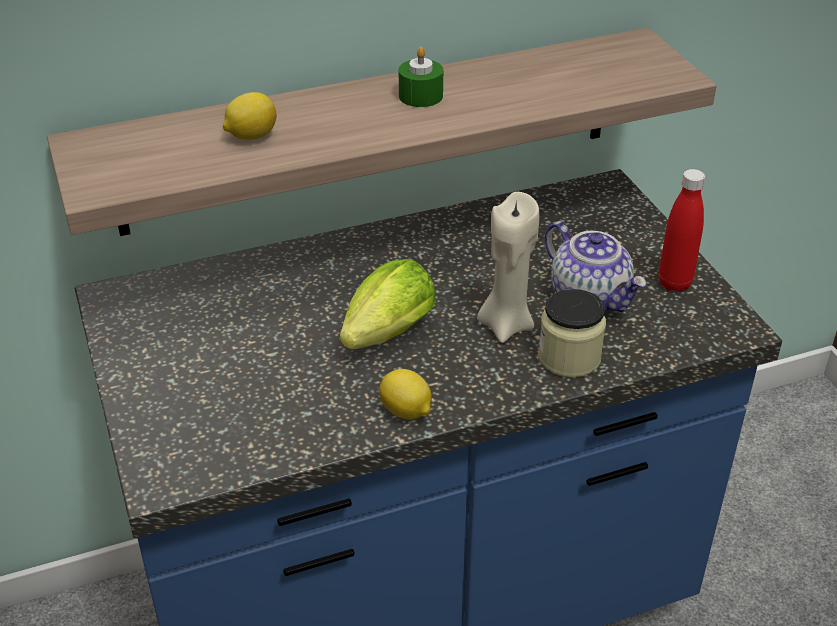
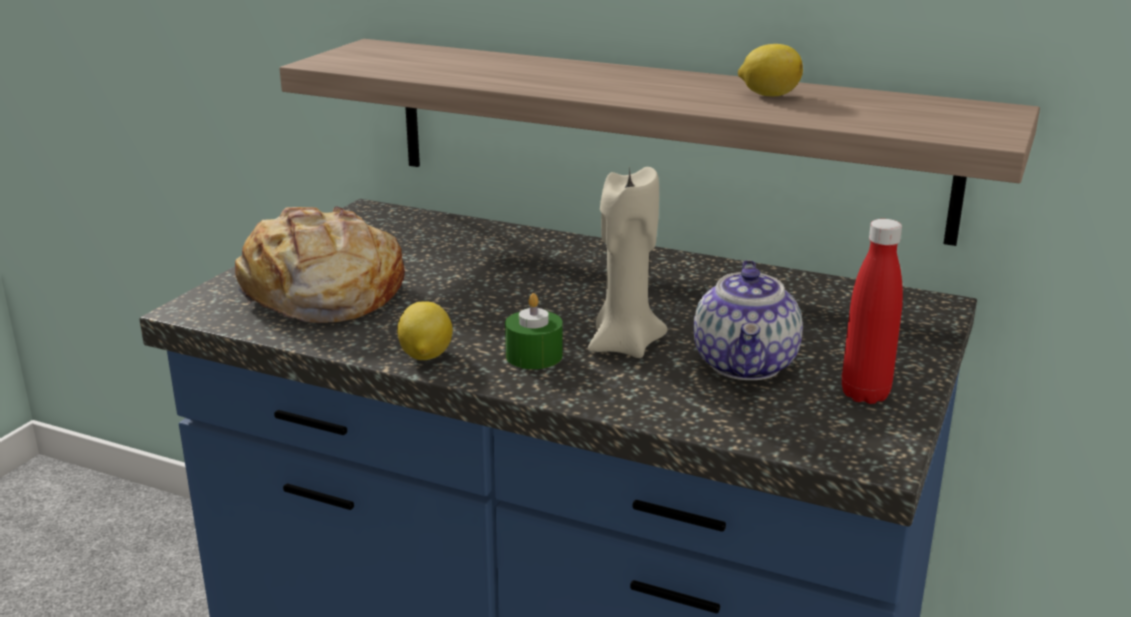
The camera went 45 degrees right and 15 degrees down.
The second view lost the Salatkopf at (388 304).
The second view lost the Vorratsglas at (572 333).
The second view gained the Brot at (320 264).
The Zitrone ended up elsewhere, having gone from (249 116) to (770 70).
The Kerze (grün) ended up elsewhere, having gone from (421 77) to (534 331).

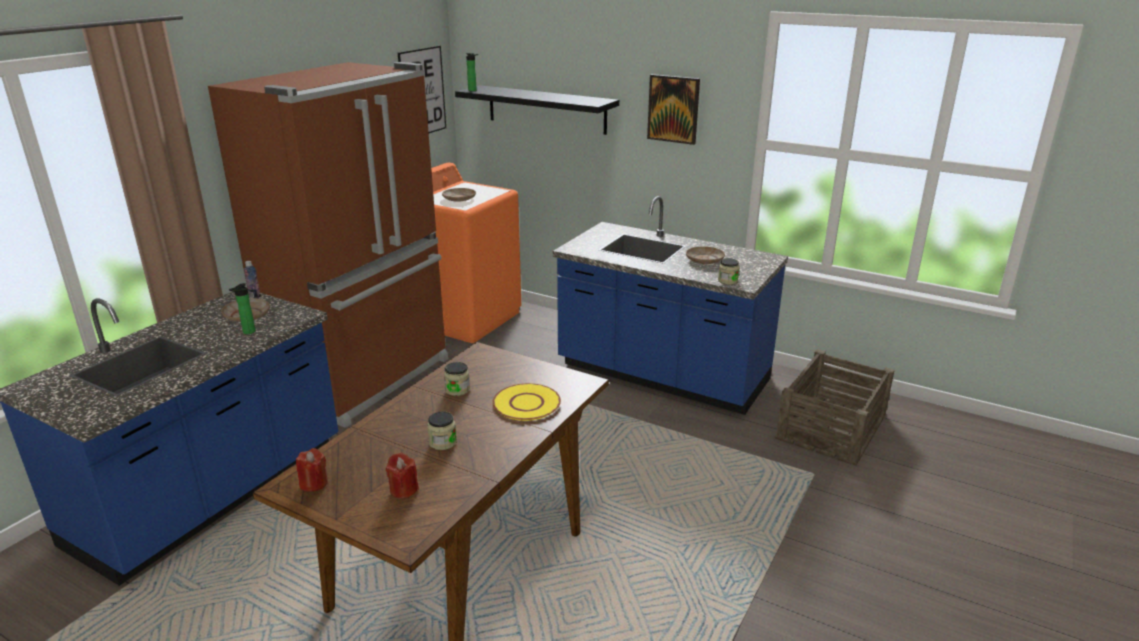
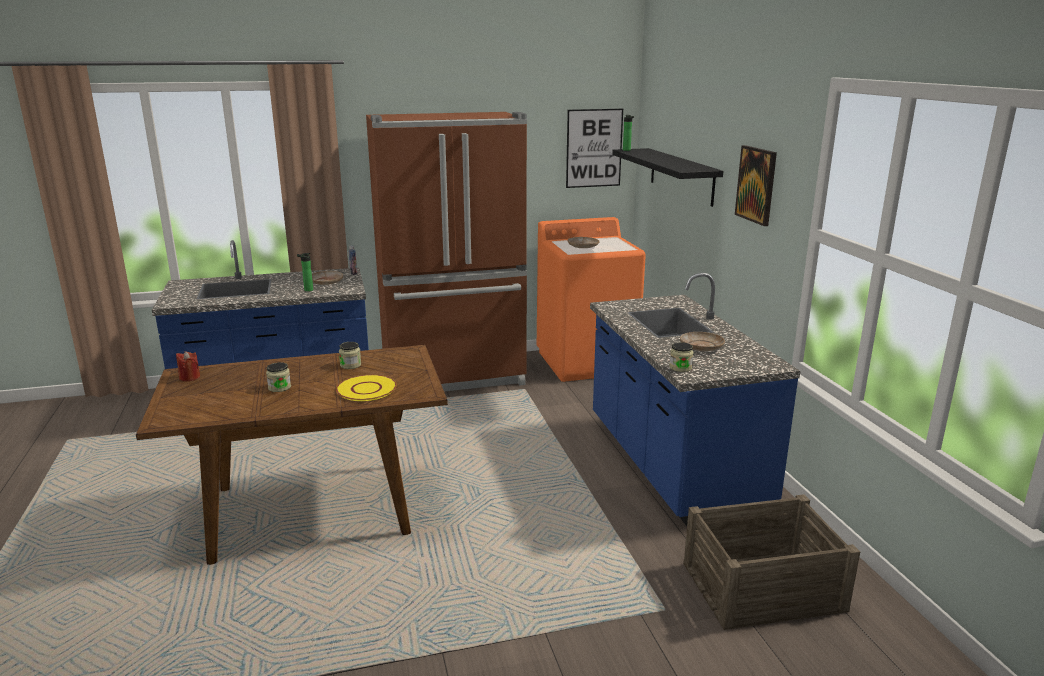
The camera went 45 degrees right and 5 degrees down.
The second view lost the Kerze (rot) at (402 475).

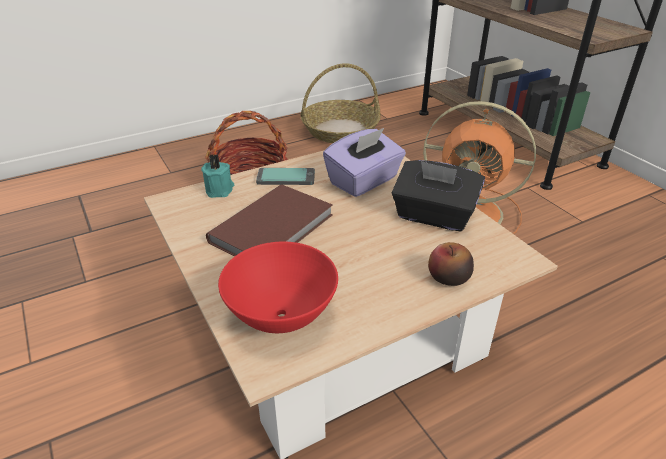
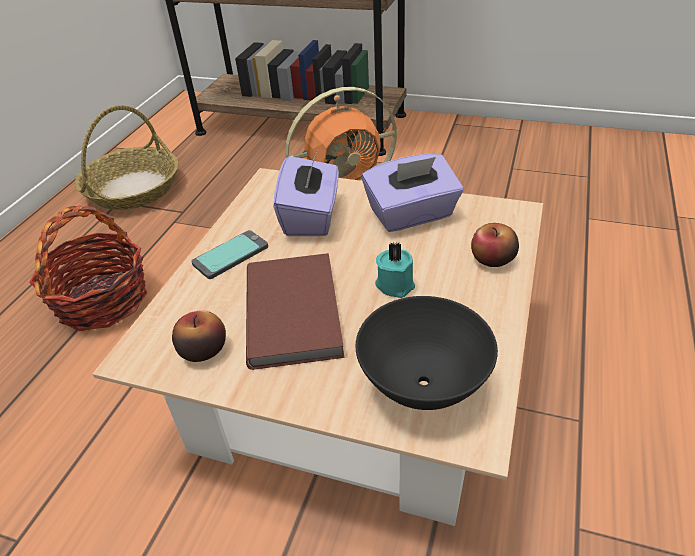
The camera went 40 degrees left and 5 degrees up.
The second view gained the Apfel at (199 336).
The Kerze (türkis) ended up elsewhere, having gone from (217 176) to (395 270).
What was the Schüssel (rot) at (278 287) turned into the Schüssel (schwarz) at (427 353).
What was the Taschentuchbox (schwarz) at (438 195) turned into the Taschentuchbox (lila) at (412 193).

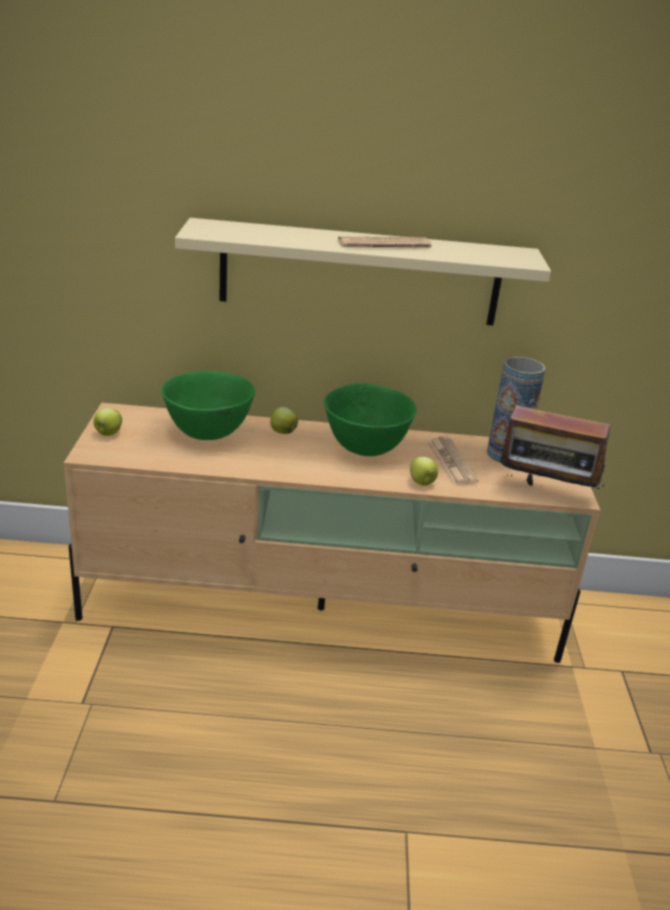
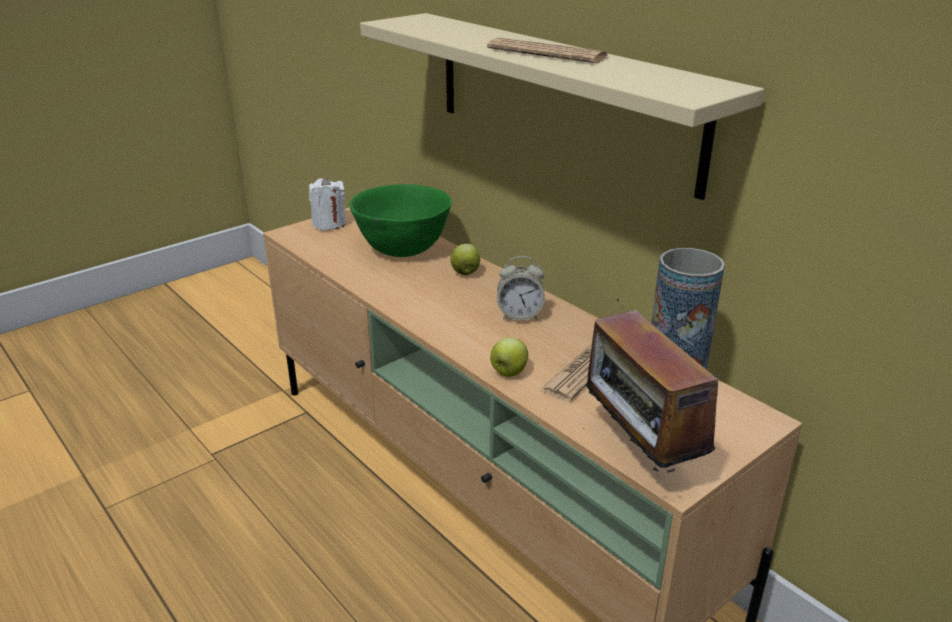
The camera went 50 degrees right and 0 degrees up.
Where the Apfel stood at (107 422), the Kerze (weiß) came to stand at (327 203).
Where the Schüssel (grün) stood at (370 419), the Wecker came to stand at (521 288).

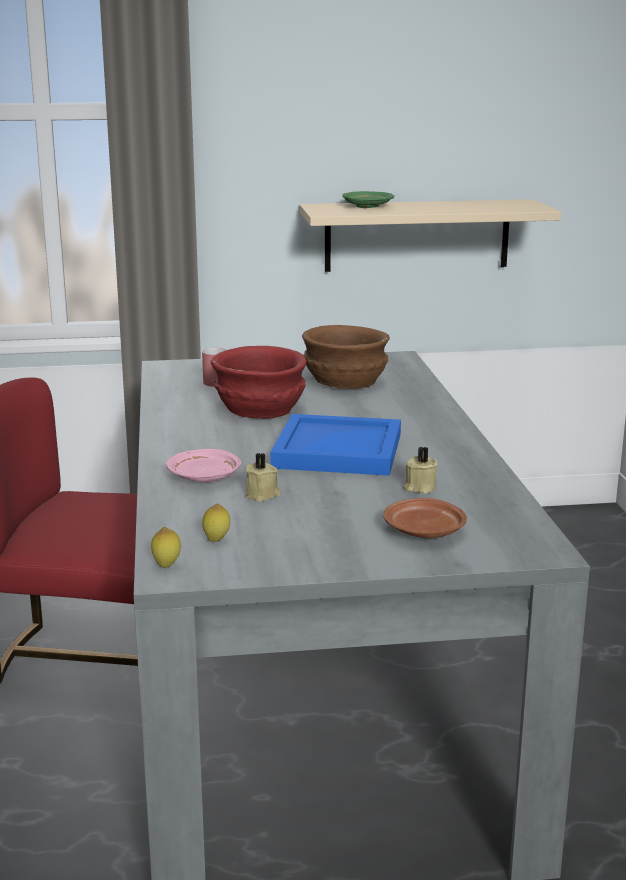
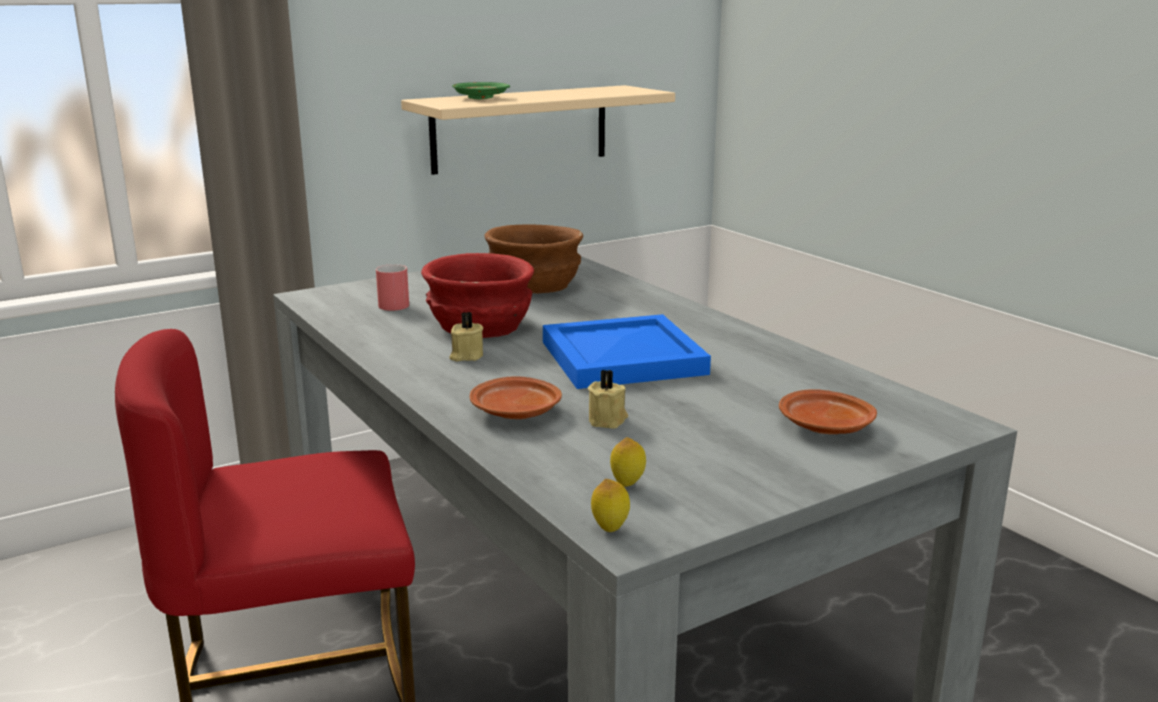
The camera went 25 degrees left and 0 degrees up.
The Kerze (beige) ended up elsewhere, having gone from (420 470) to (466 337).
What was the Teller (rosa) at (203 466) turned into the Teller (braun) at (516 397).

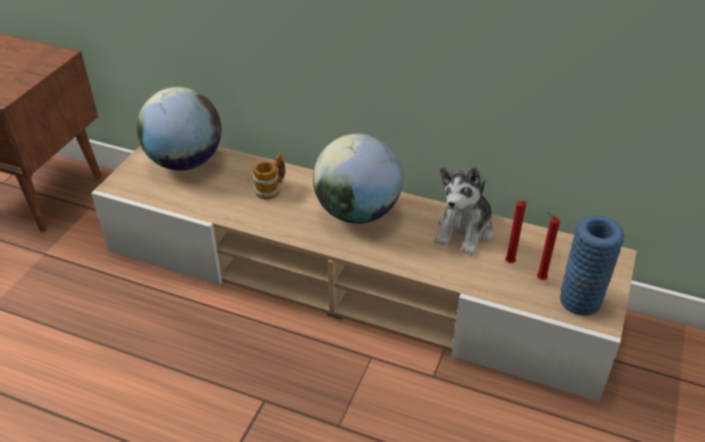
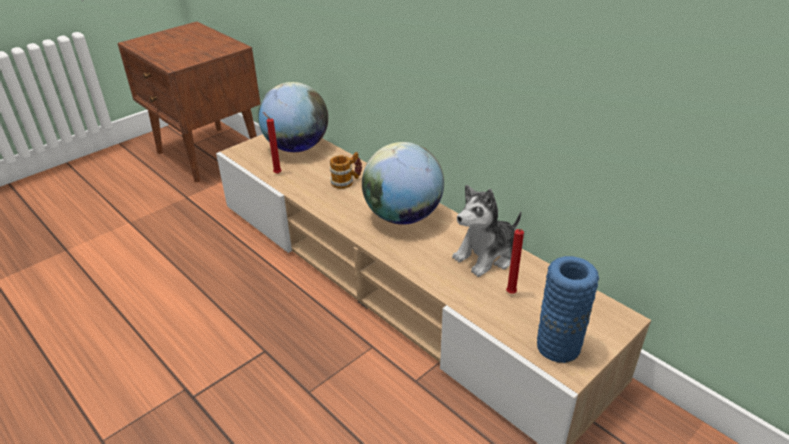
The camera went 25 degrees right and 5 degrees down.
The Kerze (rot) ended up elsewhere, having gone from (548 246) to (272 143).

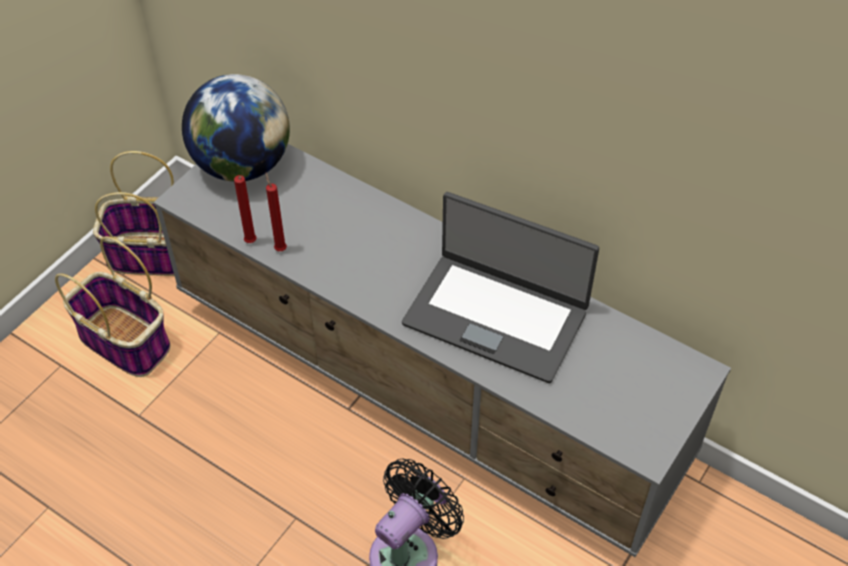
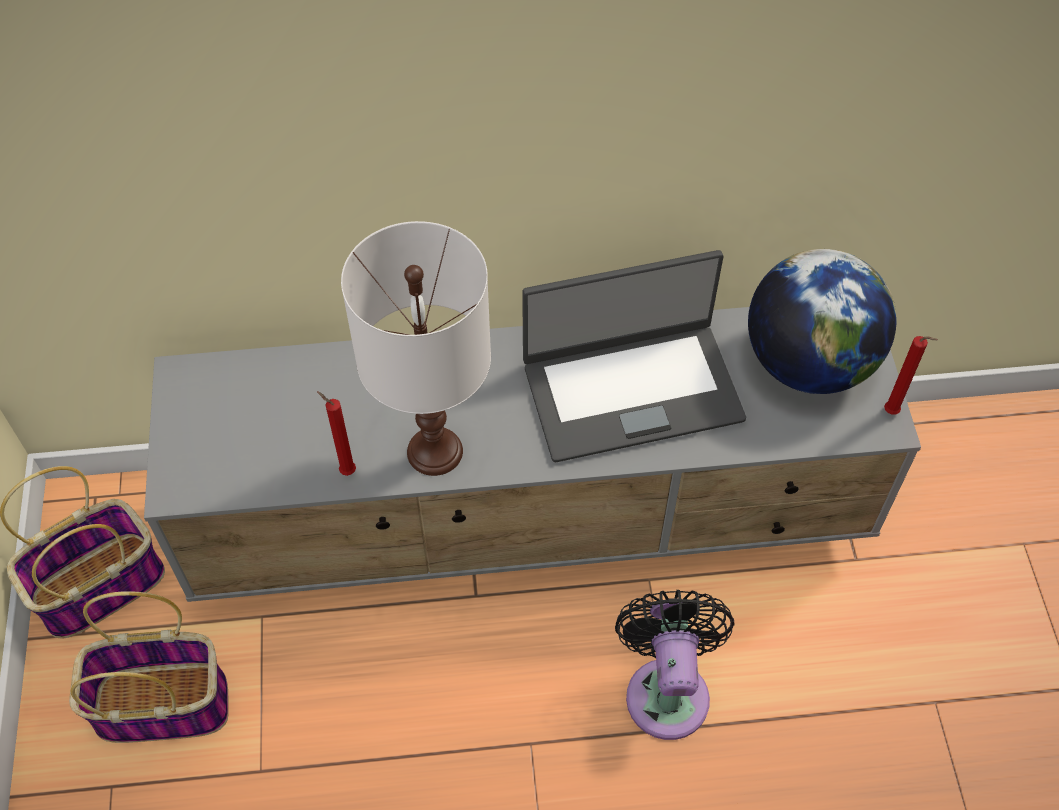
The camera went 40 degrees left and 5 degrees up.
The second view gained the Tischlampe (weiß) at (416 348).
The Globus ended up elsewhere, having gone from (236 128) to (822 321).
The Kerze (rot) ended up elsewhere, having gone from (245 209) to (911 375).

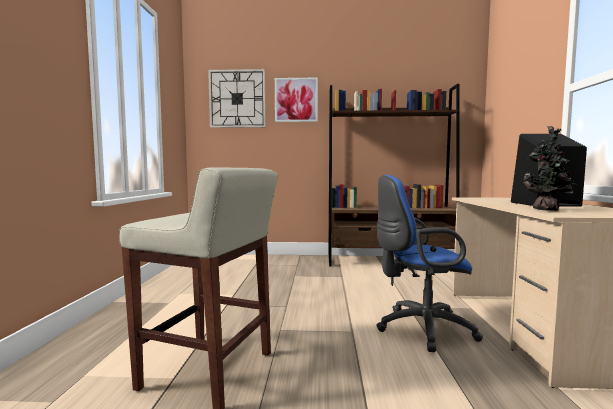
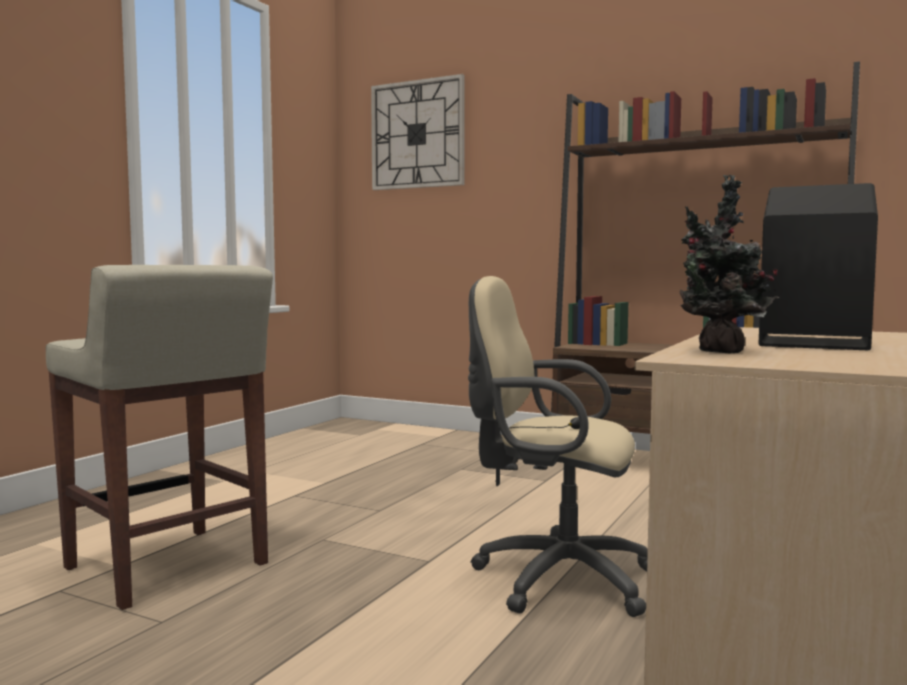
The camera went 25 degrees right and 0 degrees up.
The second view lost the Bild at (296 99).
What was the Bürostuhl (blau) at (429 263) turned into the Bürostuhl (beige) at (558 446).

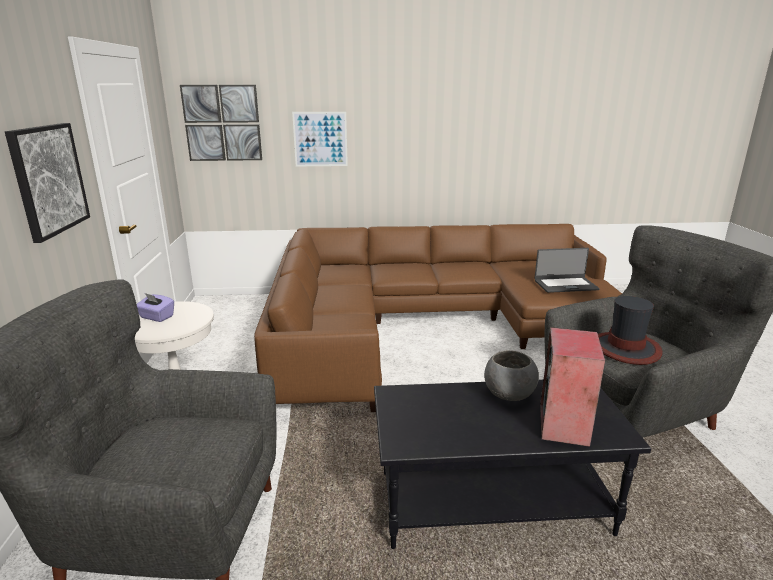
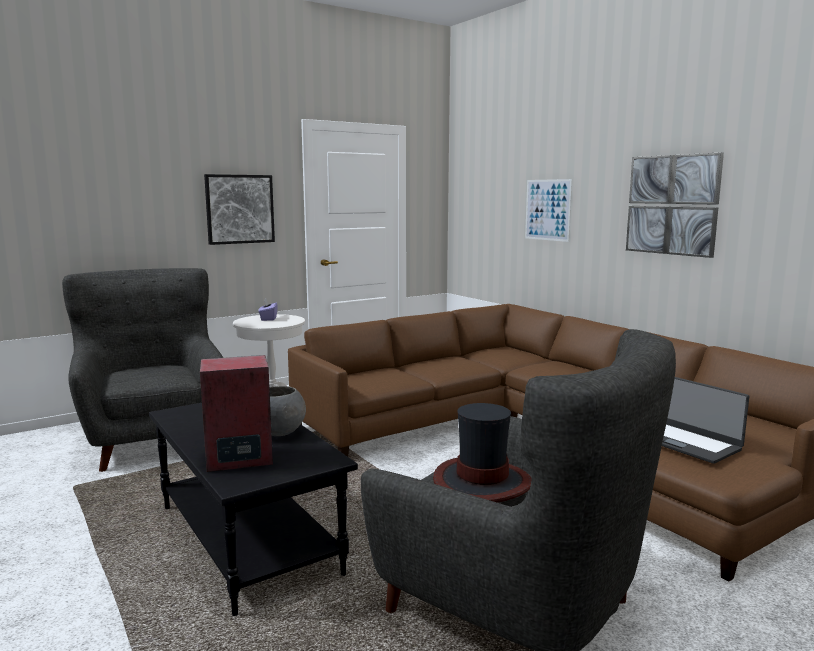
The camera went 60 degrees right and 10 degrees down.
The Bild ended up elsewhere, having gone from (221 123) to (675 205).

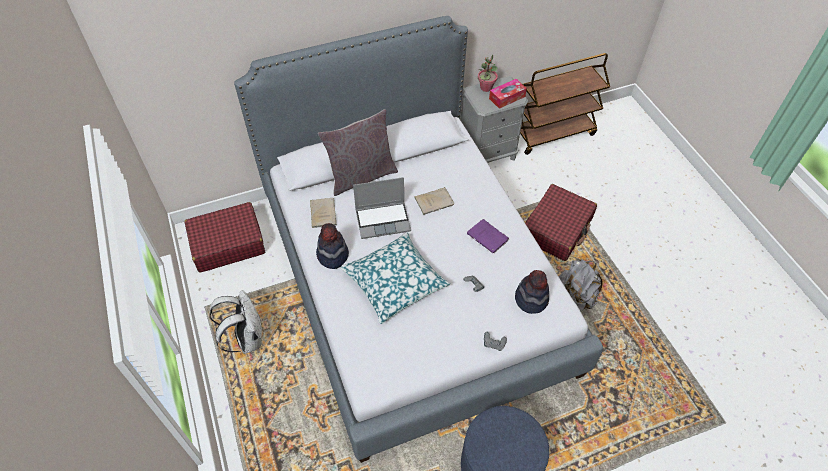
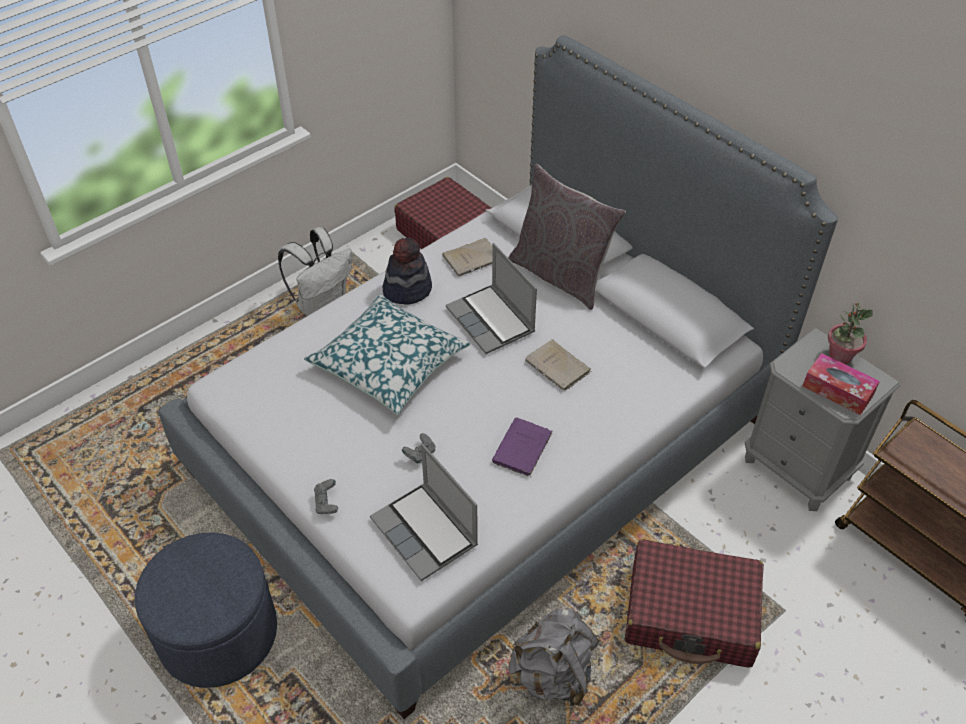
The camera went 70 degrees right and 5 degrees down.
Where the Hut stood at (532 292), the Laptop came to stand at (424 512).

